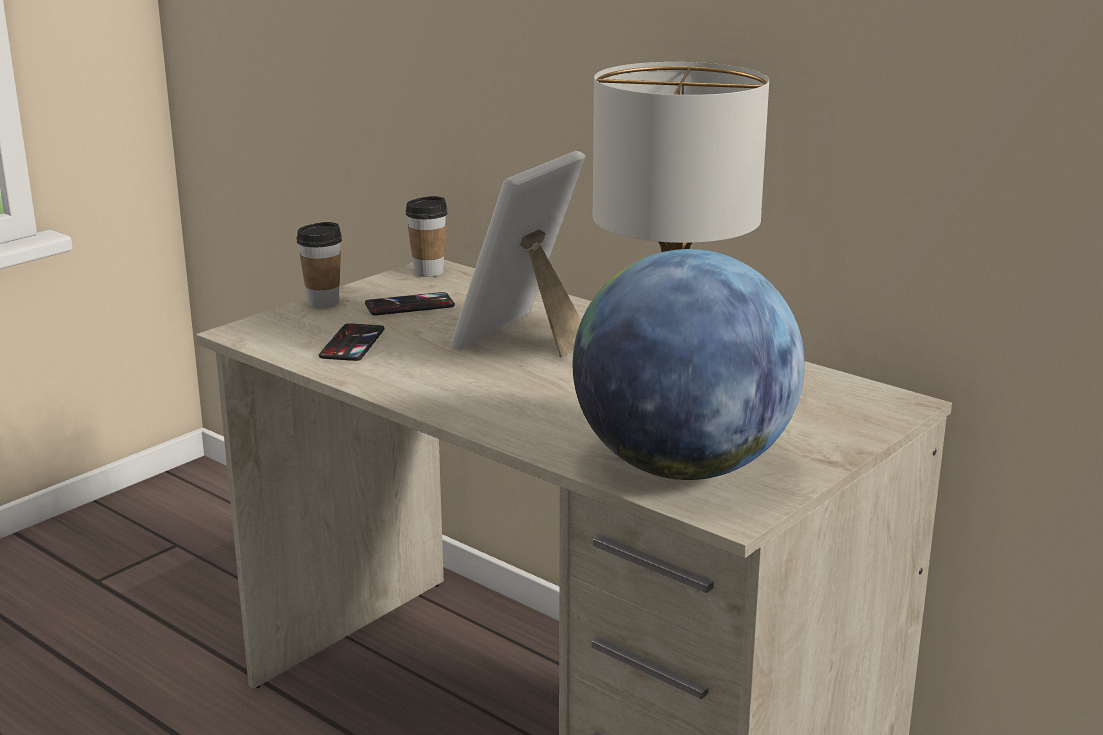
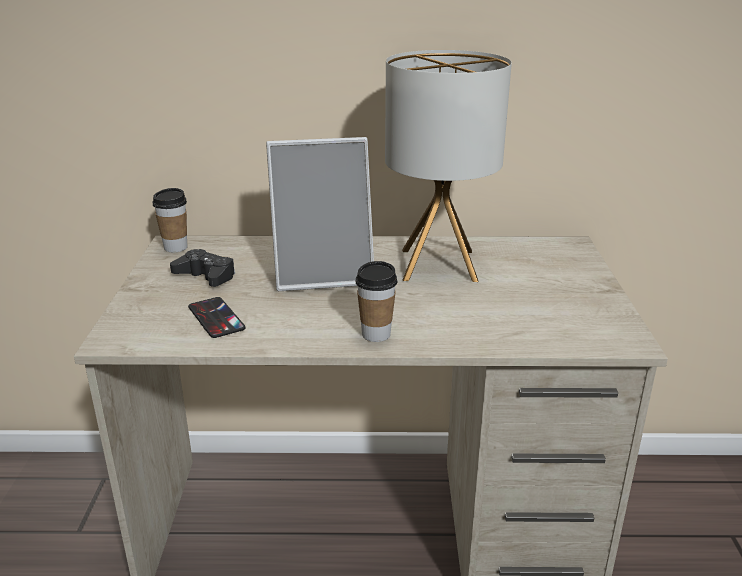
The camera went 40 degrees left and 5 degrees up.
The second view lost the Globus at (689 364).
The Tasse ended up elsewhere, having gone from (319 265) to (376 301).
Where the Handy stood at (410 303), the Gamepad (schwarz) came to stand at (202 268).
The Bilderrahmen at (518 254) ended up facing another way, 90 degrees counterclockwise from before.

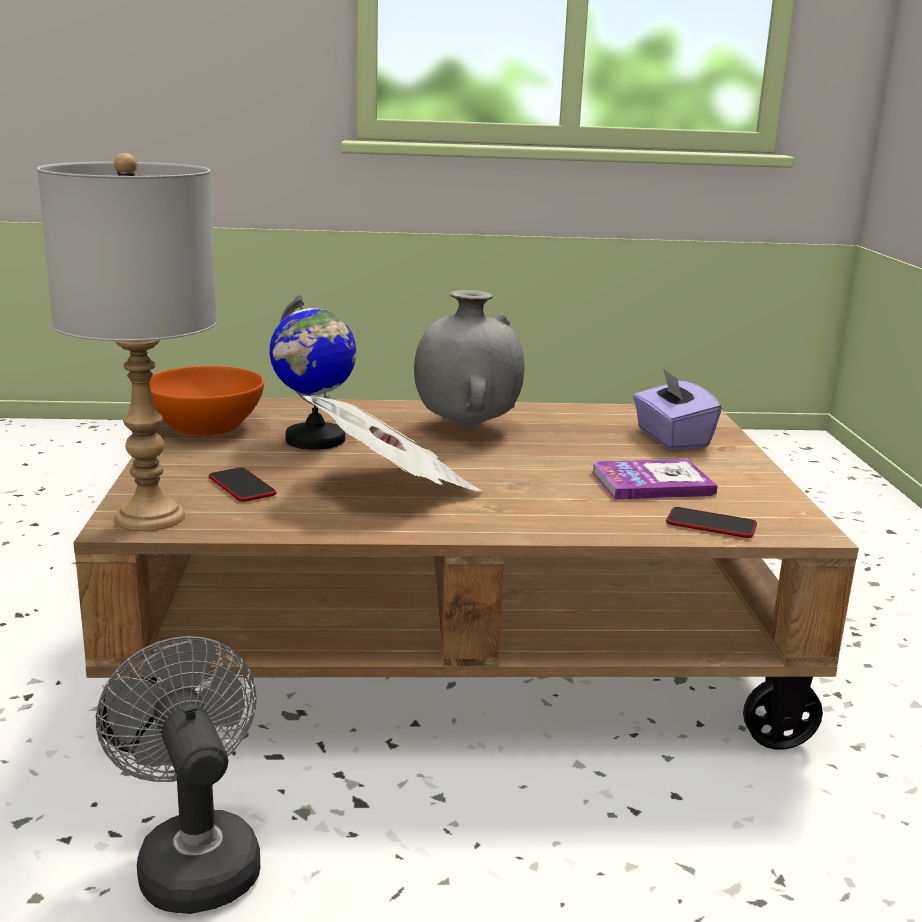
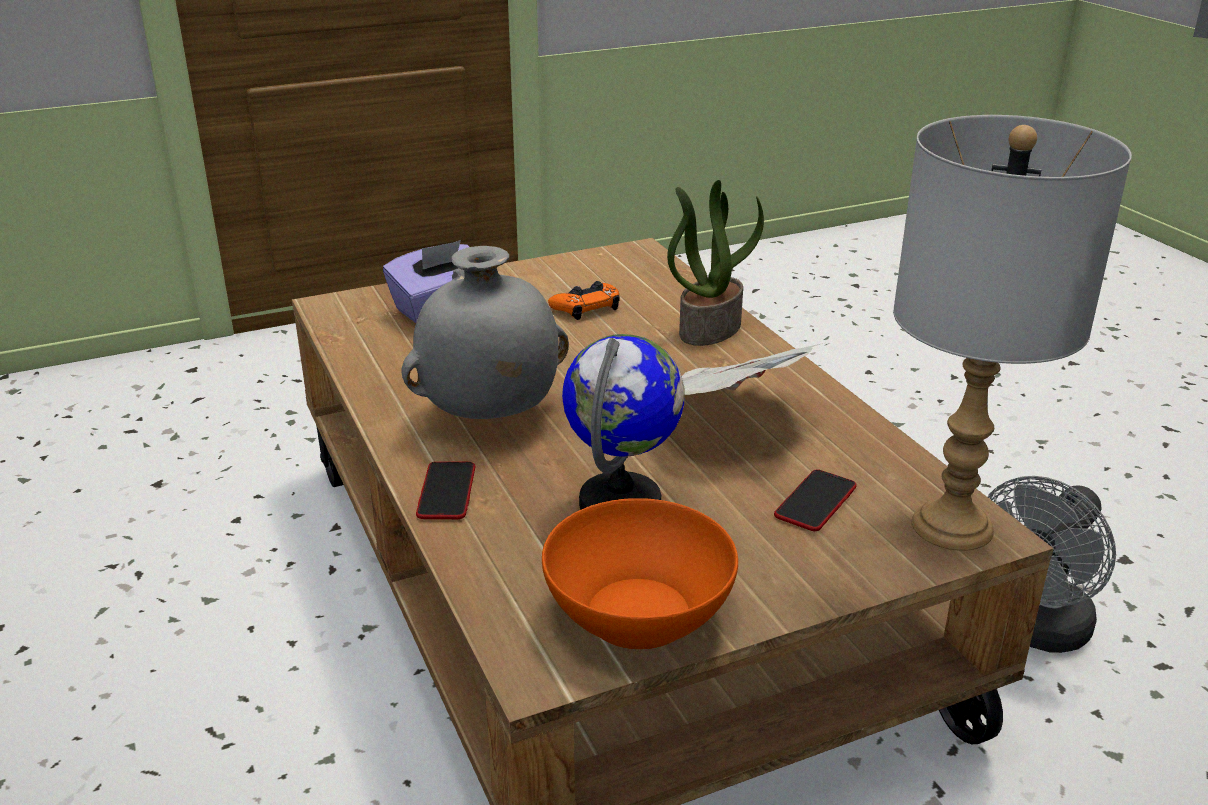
The camera went 110 degrees left and 10 degrees up.
The second view gained the Topfpflanze at (715 263).
The Handy ended up elsewhere, having gone from (711 522) to (446 490).
Where the Buch stood at (654 479), the Gamepad (orange) came to stand at (584 300).

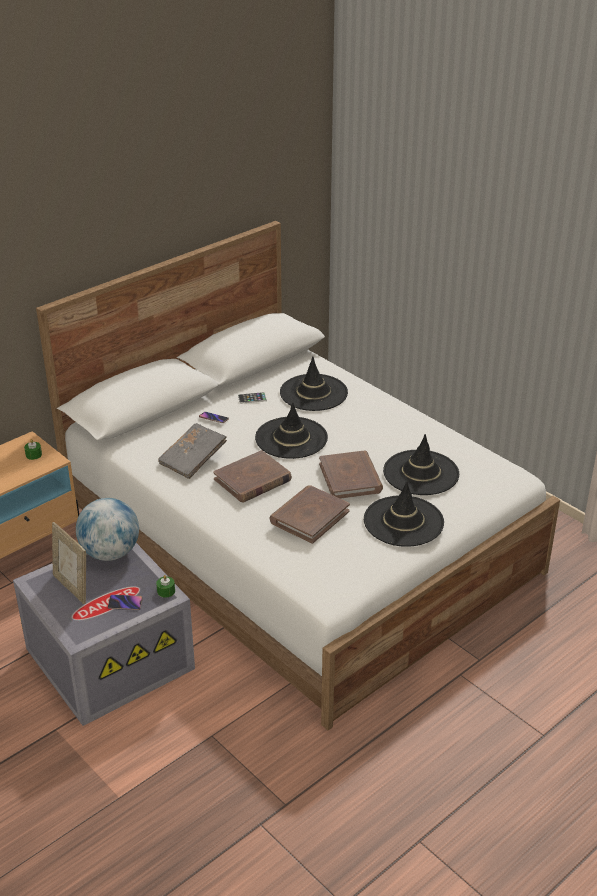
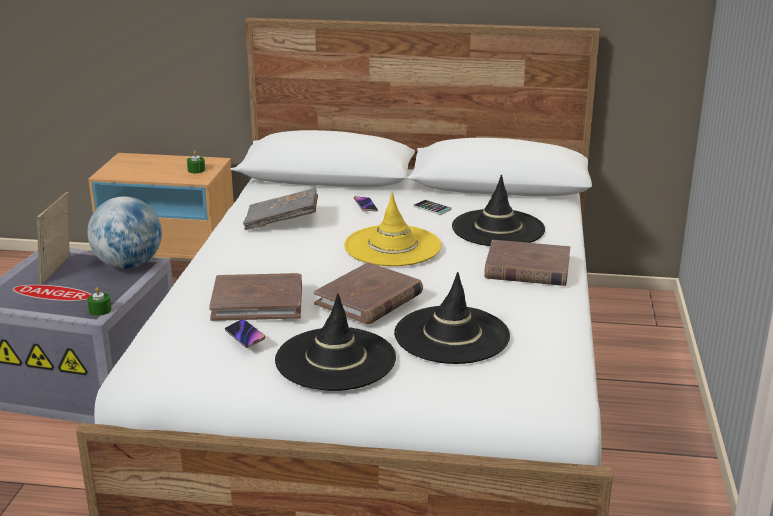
The camera went 50 degrees right and 10 degrees down.
The Handy ended up elsewhere, having gone from (125 602) to (245 333).
The Buch (braun) ended up elsewhere, having gone from (252 476) to (527 263).
What was the Hut (schwarz) at (291 430) turned into the Hut (gelb) at (393 229).

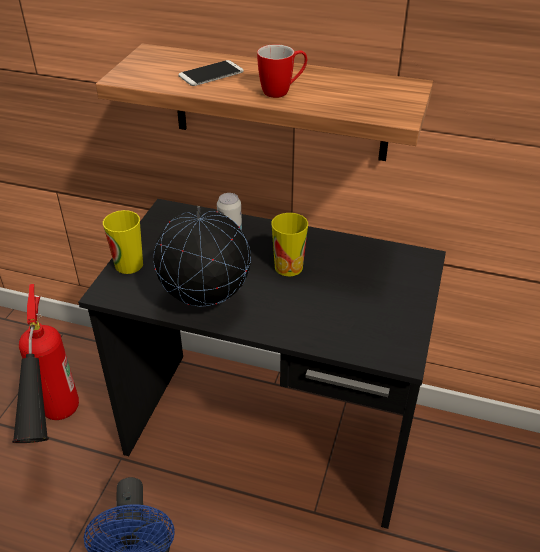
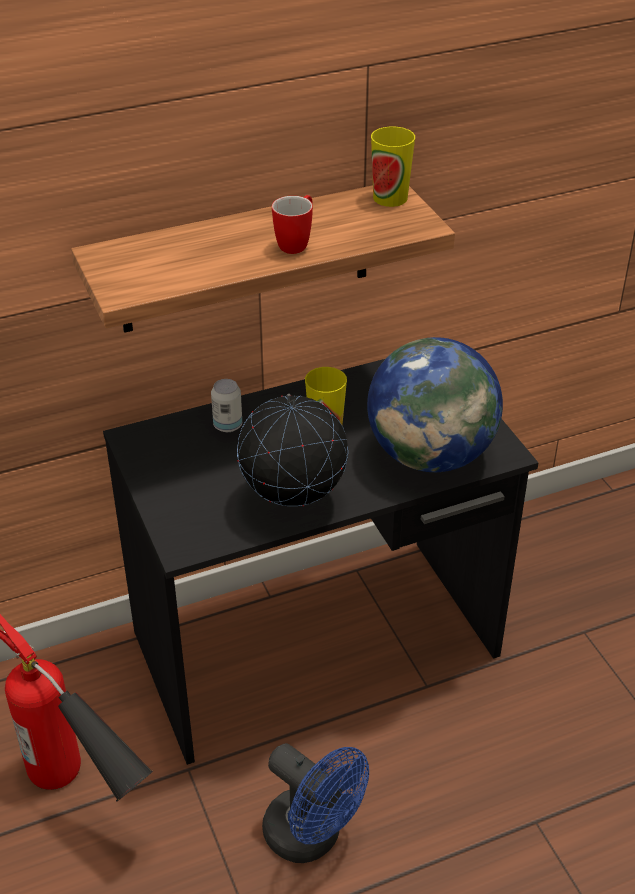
The camera went 40 degrees left and 0 degrees up.
The second view lost the Handy at (211 73).
The second view gained the Globus at (435 404).
The Tasse ended up elsewhere, having gone from (123 242) to (393 166).

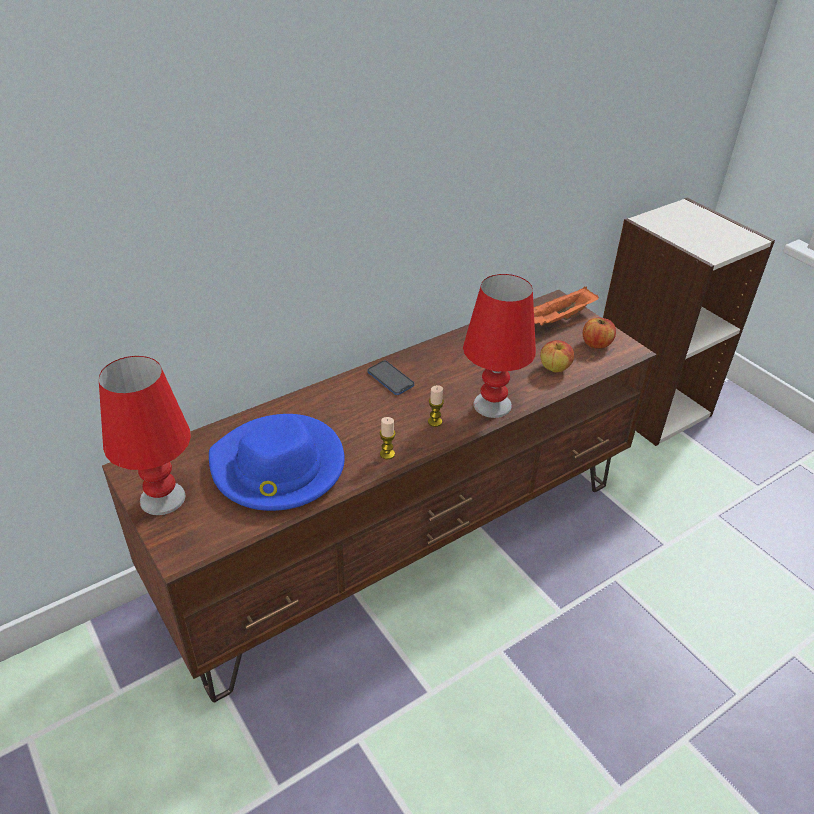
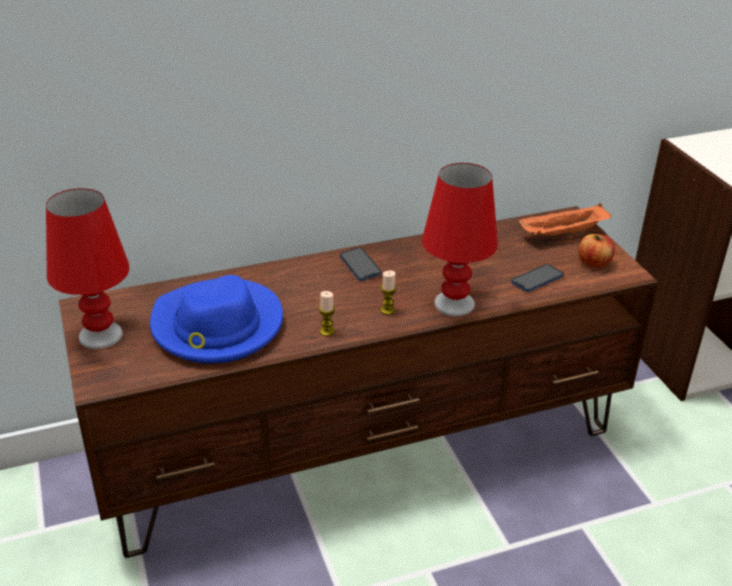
The camera went 15 degrees right and 5 degrees down.
Where the Apfel stood at (557 356), the Handy came to stand at (537 278).

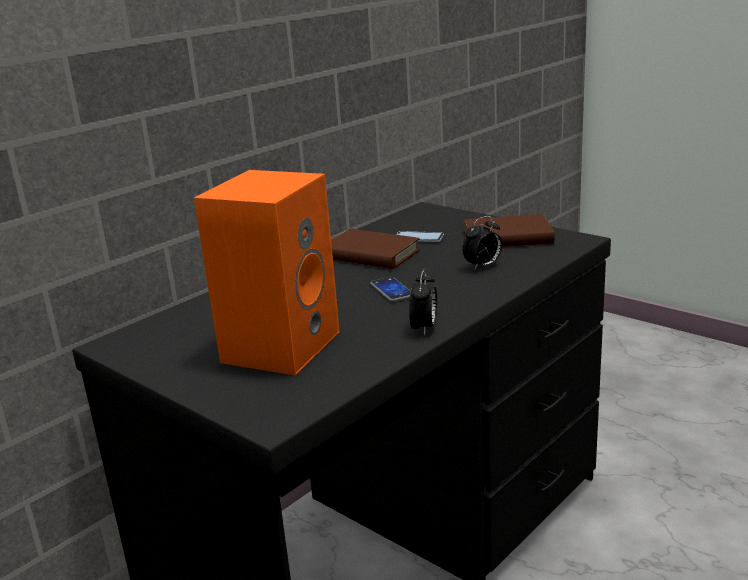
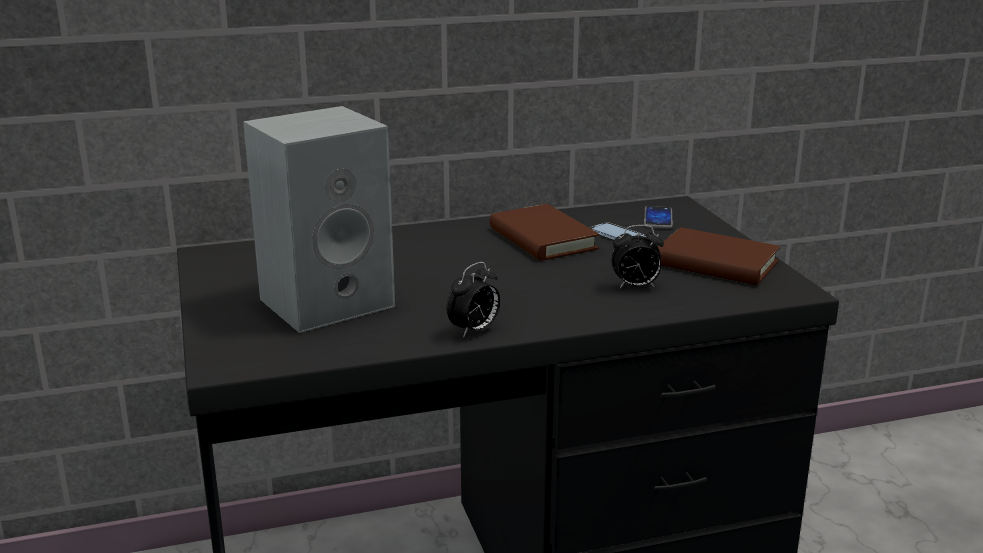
The camera went 30 degrees right and 0 degrees up.
The Handy ended up elsewhere, having gone from (390 289) to (658 217).
What was the Lautsprecher (orange) at (267 273) turned into the Lautsprecher (grau) at (319 219).

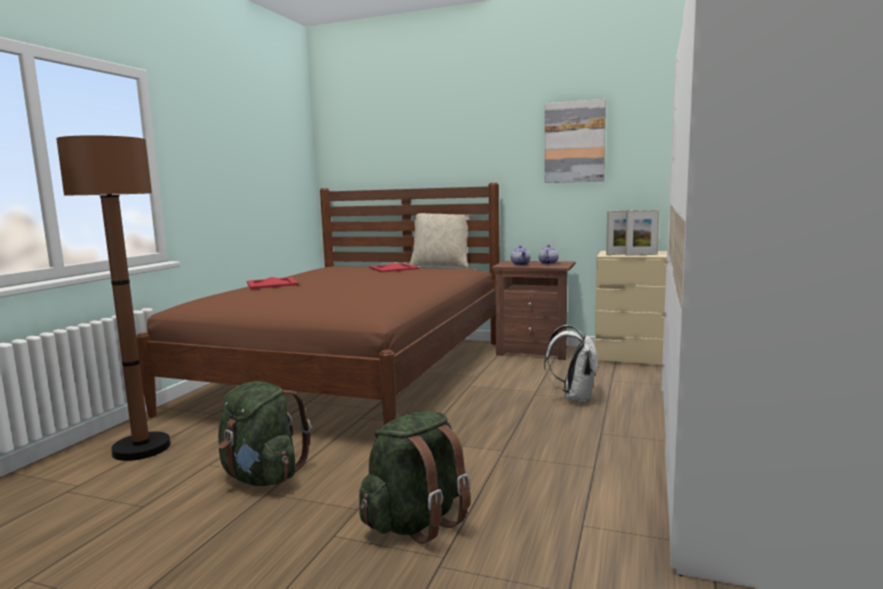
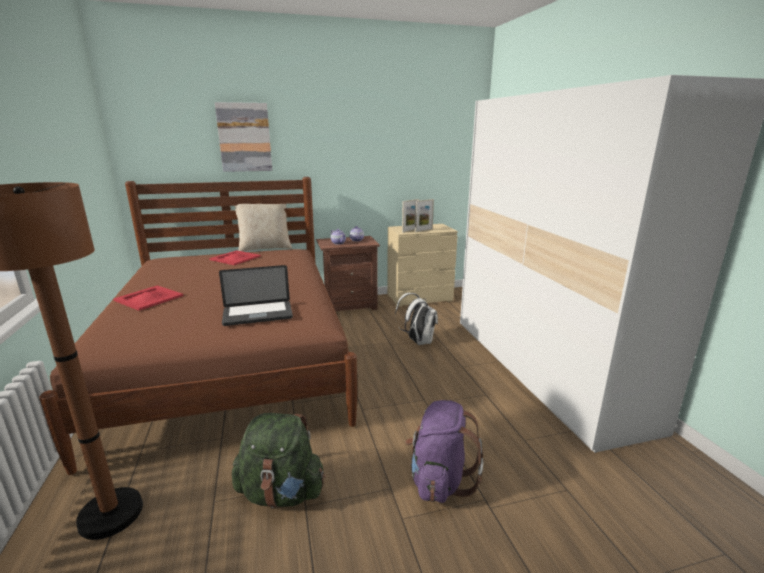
The camera went 35 degrees left and 10 degrees up.
The second view gained the Laptop at (256 295).
The Bild ended up elsewhere, having gone from (575 141) to (243 137).
What was the Rucksack (grün) at (415 477) turned into the Rucksack (lila) at (444 451).

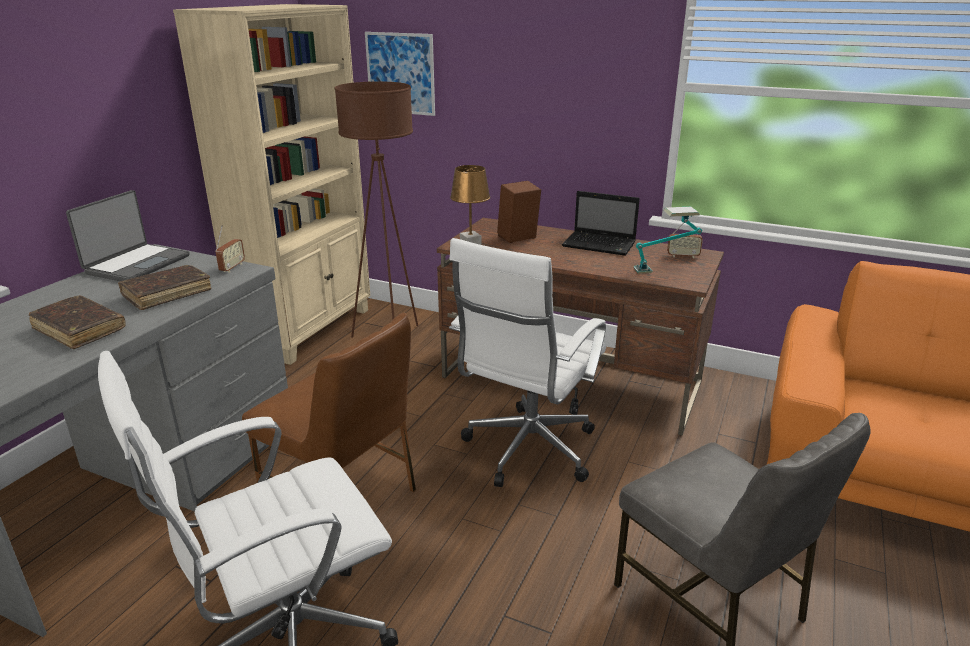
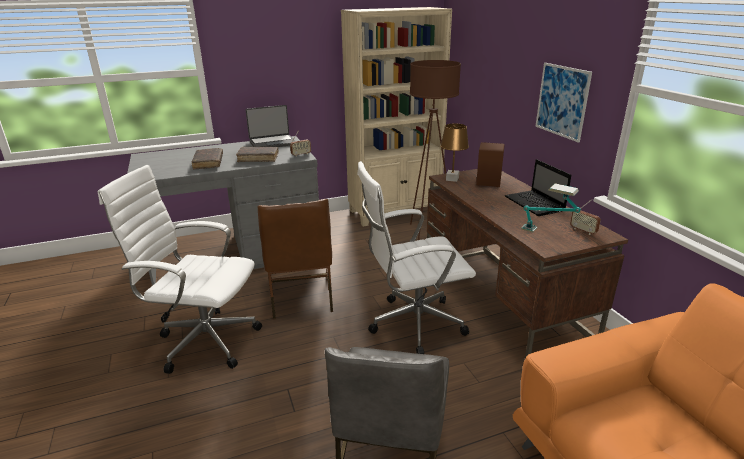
The camera went 45 degrees right and 0 degrees up.
The Bild ended up elsewhere, having gone from (400 74) to (563 103).

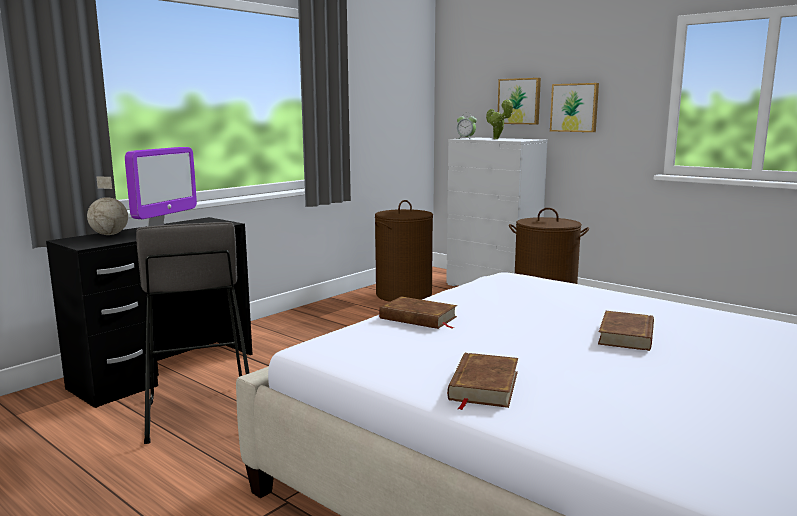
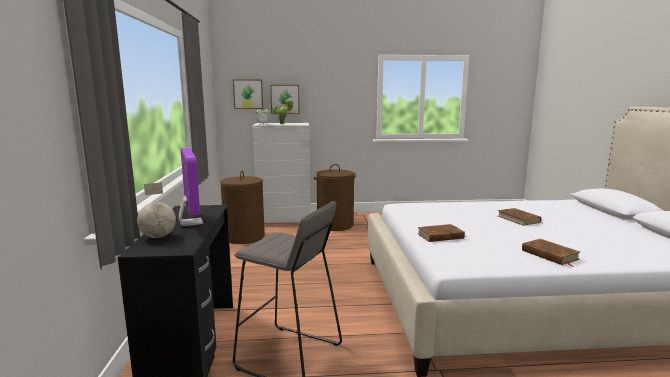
The camera went 45 degrees left and 0 degrees up.
The Bild ended up elsewhere, having gone from (574 107) to (248 94).

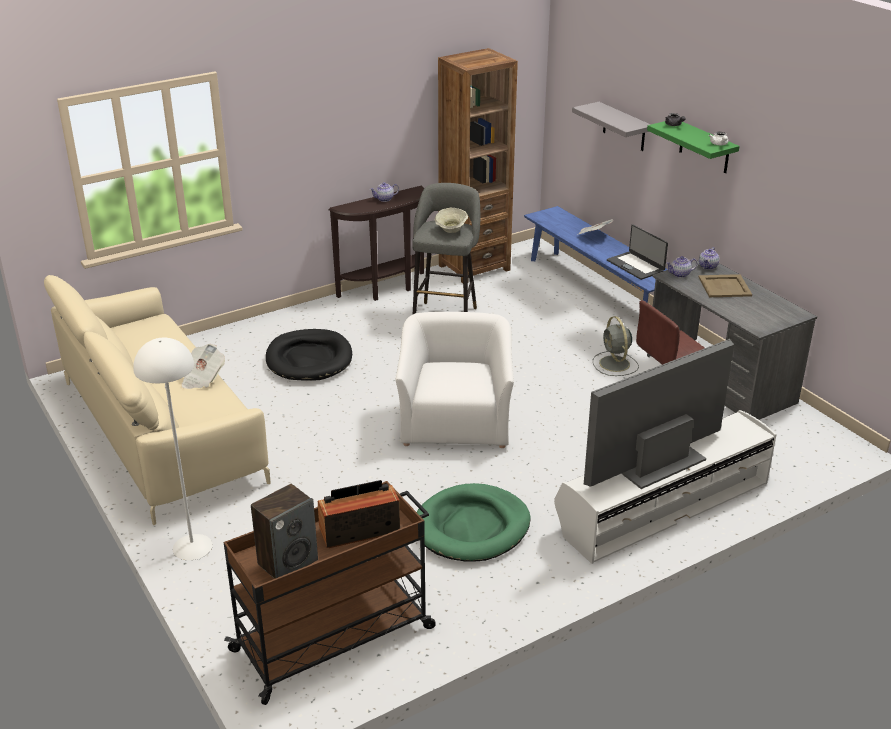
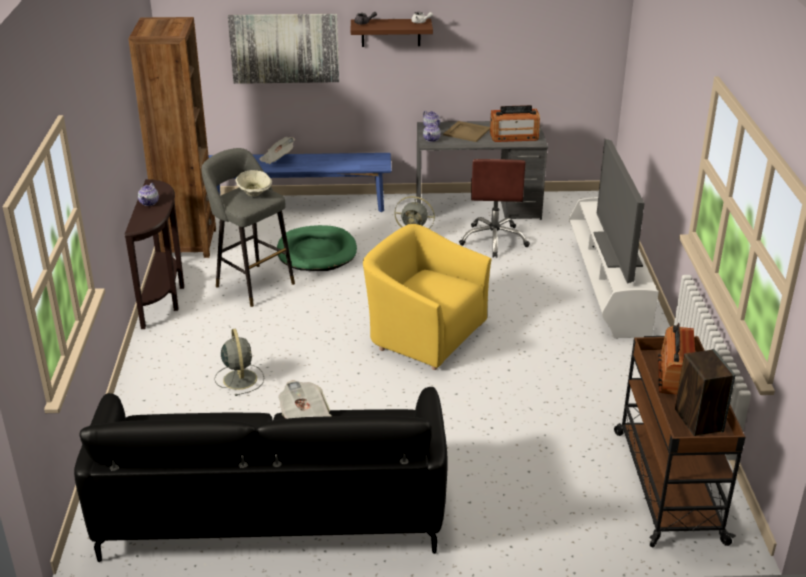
The camera went 60 degrees left and 0 degrees up.
The second view lost the Stehlampe (weiß) at (173 449).
The second view lost the Laptop at (637 252).
The second view gained the Radio at (515 123).
The Hundebett (grün) ended up elsewhere, having gone from (474 522) to (317 248).
Where the Hundebett (schwarz) stood at (309 355), the Ventilator (grau) came to stand at (239 362).
Where the Wandregal (grau) hung at (611 126), the Bild came to hang at (283 49).
What was the Sofa (beige) at (157 400) turned into the Sofa (schwarz) at (261 474).
What was the Sessel (weiß) at (455 380) turned into the Sessel (gelb) at (427 297).
What was the Wandregal (grün) at (693 147) turned into the Wandregal (braun) at (392 33).

